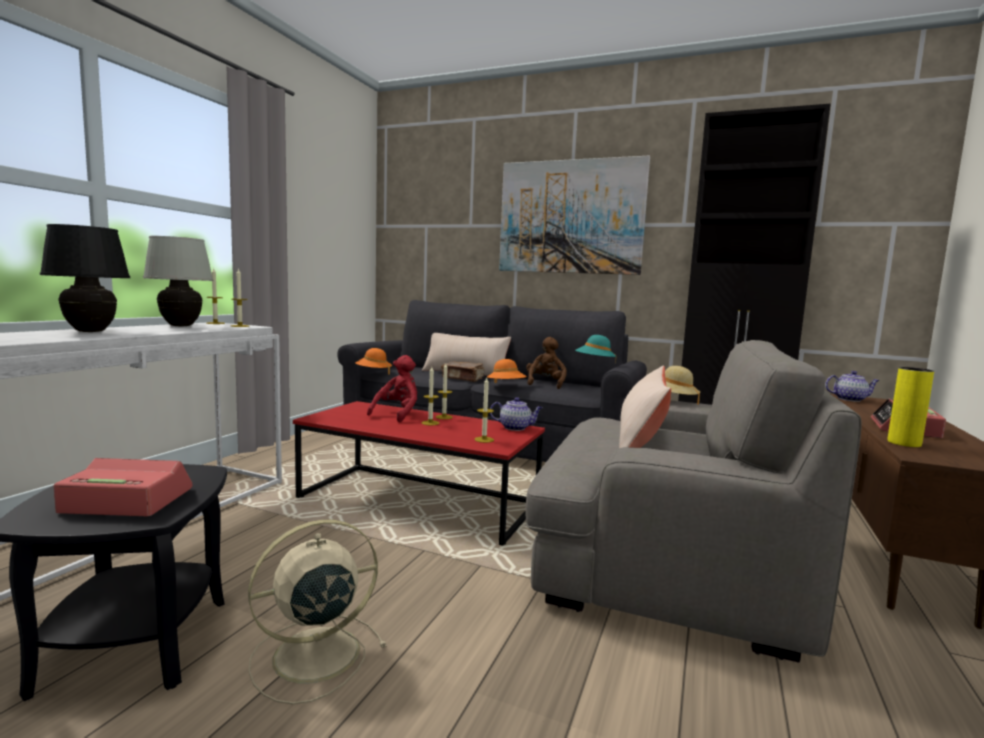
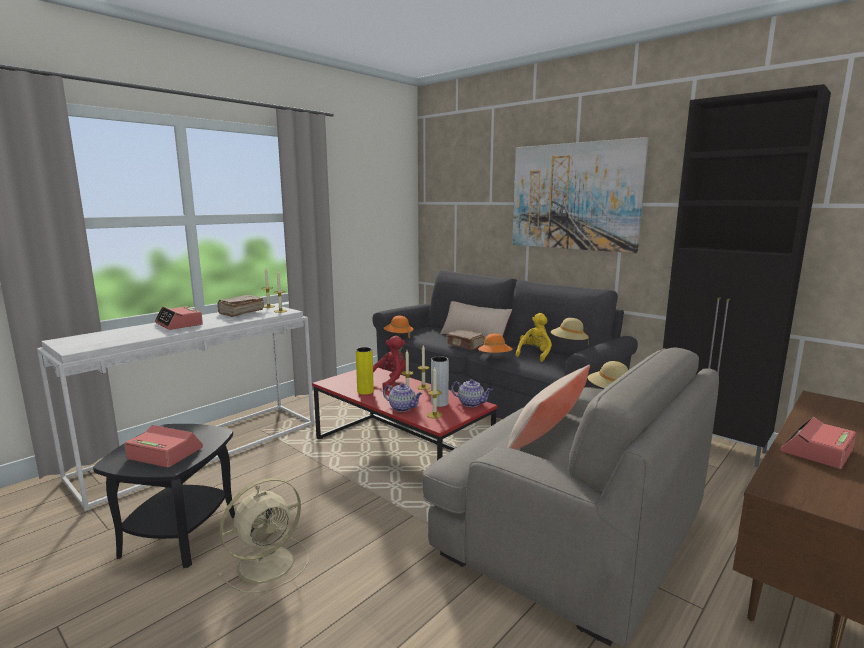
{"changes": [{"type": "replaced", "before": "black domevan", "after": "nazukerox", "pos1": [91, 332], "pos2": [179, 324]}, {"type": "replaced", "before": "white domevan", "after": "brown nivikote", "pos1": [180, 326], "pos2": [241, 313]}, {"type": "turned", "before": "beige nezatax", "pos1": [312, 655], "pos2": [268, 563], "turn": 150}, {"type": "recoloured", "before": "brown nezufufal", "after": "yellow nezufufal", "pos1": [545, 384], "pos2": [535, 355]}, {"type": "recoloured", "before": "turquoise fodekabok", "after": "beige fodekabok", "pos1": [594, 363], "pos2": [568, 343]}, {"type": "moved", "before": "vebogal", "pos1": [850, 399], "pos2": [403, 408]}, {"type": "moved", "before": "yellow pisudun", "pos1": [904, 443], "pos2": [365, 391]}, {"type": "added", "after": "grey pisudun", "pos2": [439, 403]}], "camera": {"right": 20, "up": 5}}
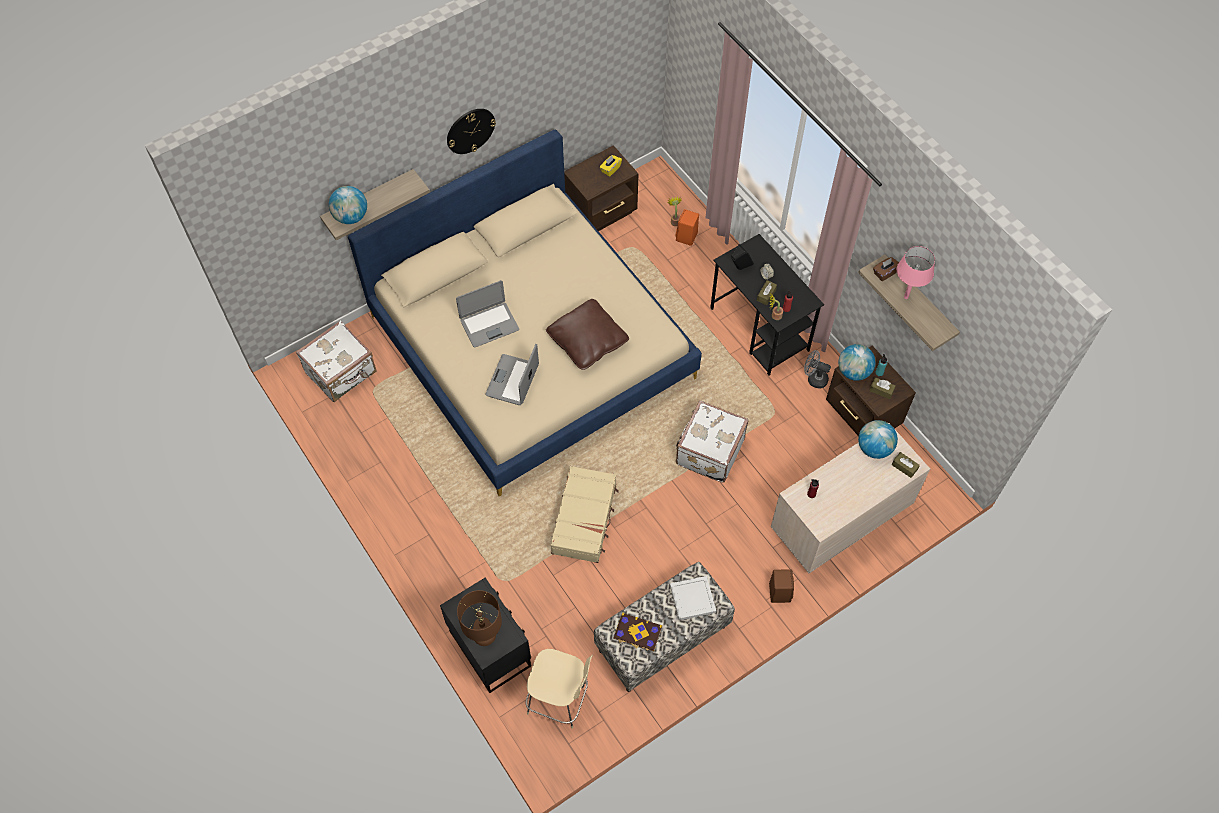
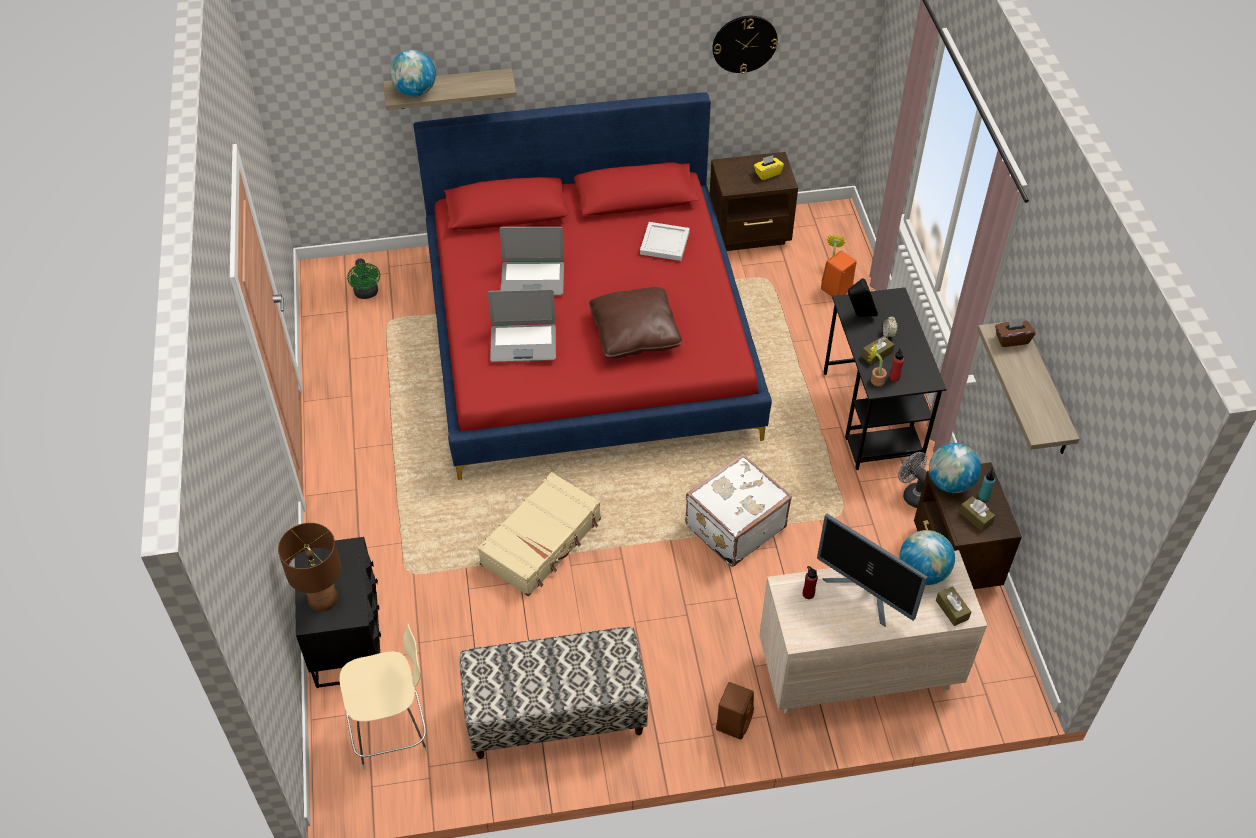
{"changes": [{"type": "replaced", "before": "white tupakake", "after": "green nezatax", "pos1": [342, 373], "pos2": [367, 294]}, {"type": "recoloured", "before": "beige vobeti", "after": "red vobeti", "pos1": [531, 347], "pos2": [589, 340]}, {"type": "moved", "before": "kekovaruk", "pos1": [470, 130], "pos2": [744, 43]}, {"type": "turned", "before": "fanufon", "pos1": [513, 380], "pos2": [523, 343], "turn": -135}, {"type": "turned", "before": "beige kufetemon", "pos1": [560, 699], "pos2": [392, 731], "turn": -60}, {"type": "removed", "before": "nivikote", "pos1": [637, 633]}, {"type": "moved", "before": "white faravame", "pos1": [693, 598], "pos2": [665, 243]}, {"type": "removed", "before": "pink domevan", "pos1": [905, 297]}, {"type": "added", "after": "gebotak", "pos2": [865, 594]}], "camera": {"right": 25, "up": -10}}
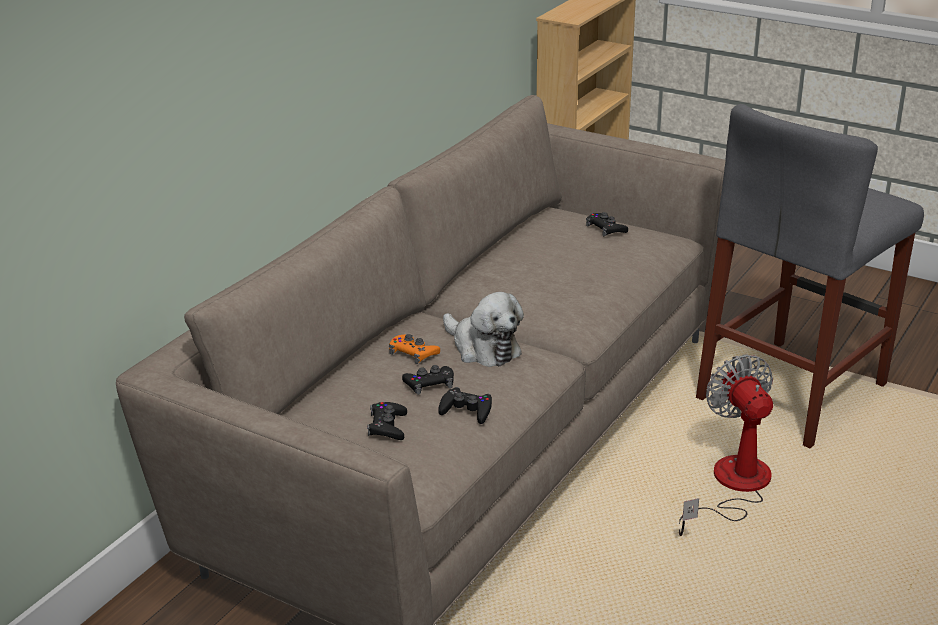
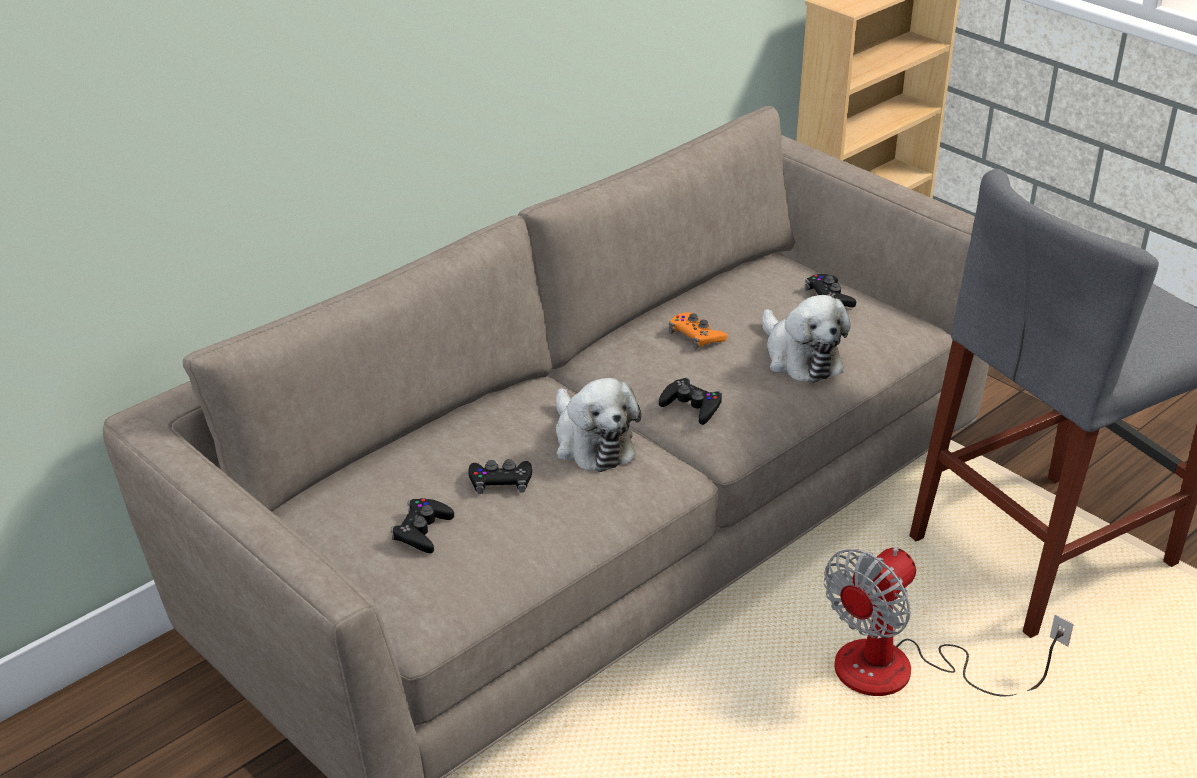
{"changes": [{"type": "moved", "before": "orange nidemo", "pos1": [413, 353], "pos2": [696, 336]}, {"type": "moved", "before": "black nidemo", "pos1": [466, 410], "pos2": [691, 406]}, {"type": "turned", "before": "nezatax", "pos1": [732, 487], "pos2": [902, 672], "turn": -135}, {"type": "added", "after": "nezufufal", "pos2": [800, 357]}], "camera": {"right": 15, "up": 5}}
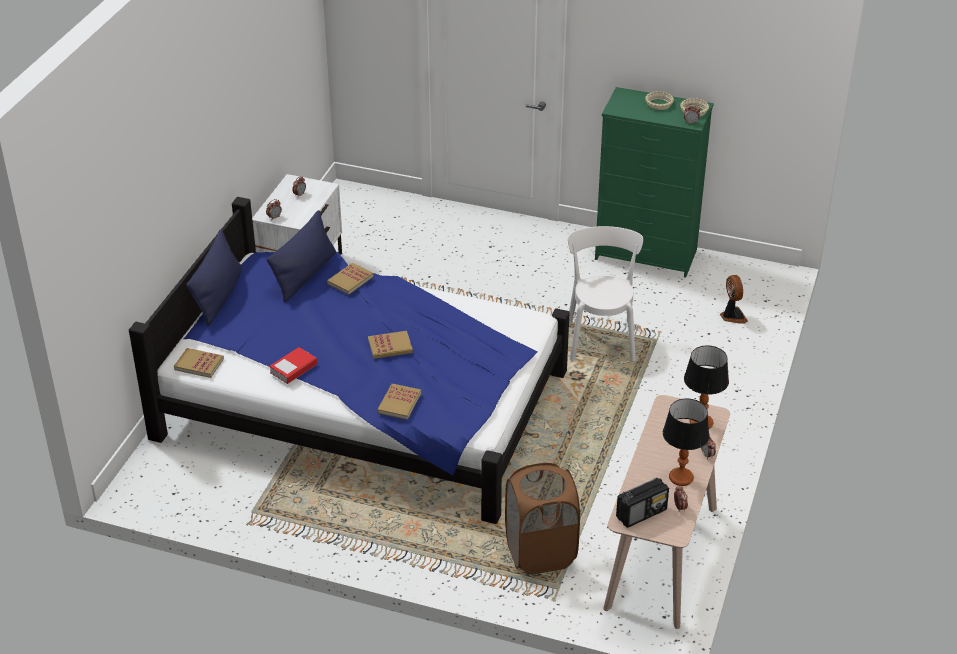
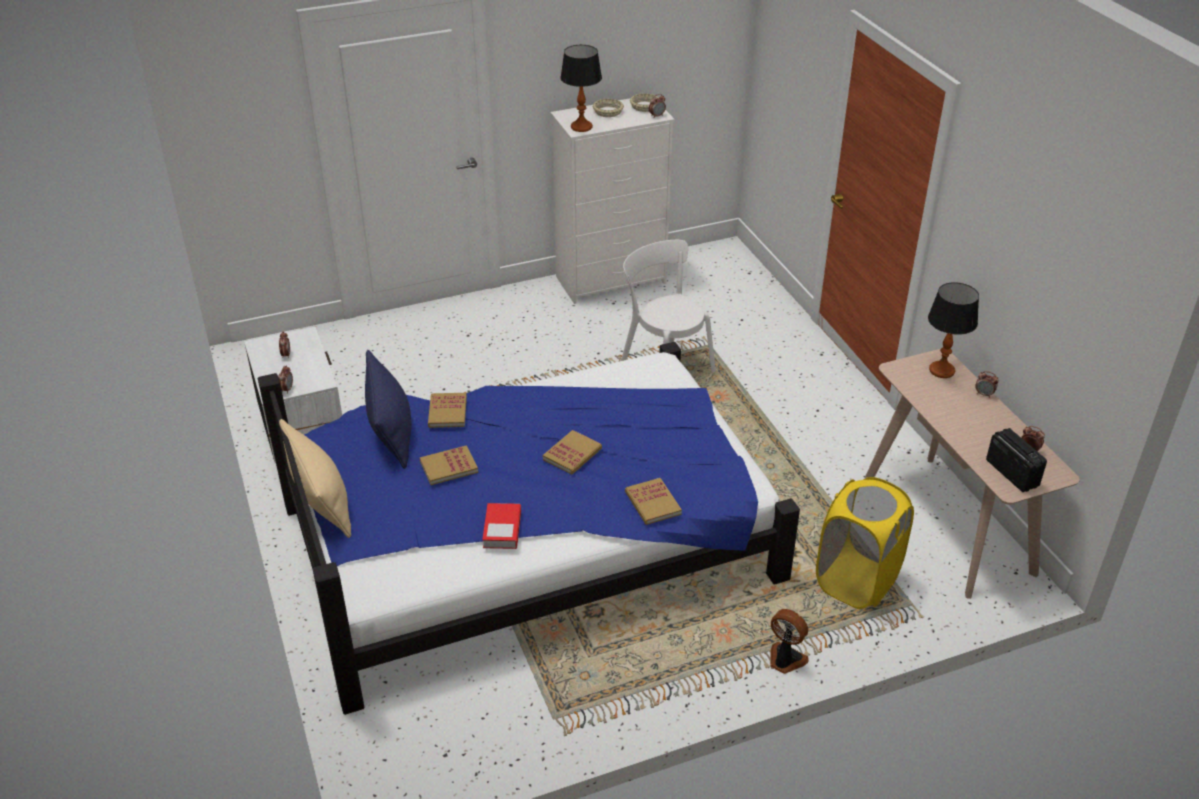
{"changes": [{"type": "moved", "before": "nivikote", "pos1": [199, 364], "pos2": [449, 467]}, {"type": "recoloured", "before": "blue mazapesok", "after": "beige mazapesok", "pos1": [218, 296], "pos2": [321, 500]}, {"type": "recoloured", "before": "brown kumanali", "after": "yellow kumanali", "pos1": [540, 552], "pos2": [856, 581]}, {"type": "recoloured", "before": "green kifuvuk", "after": "white kifuvuk", "pos1": [646, 255], "pos2": [612, 280]}, {"type": "turned", "before": "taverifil", "pos1": [642, 513], "pos2": [1011, 473], "turn": -45}, {"type": "moved", "before": "domevan", "pos1": [681, 478], "pos2": [581, 127]}, {"type": "moved", "before": "nezatax", "pos1": [732, 316], "pos2": [785, 660]}], "camera": {"right": -40, "up": 0}}
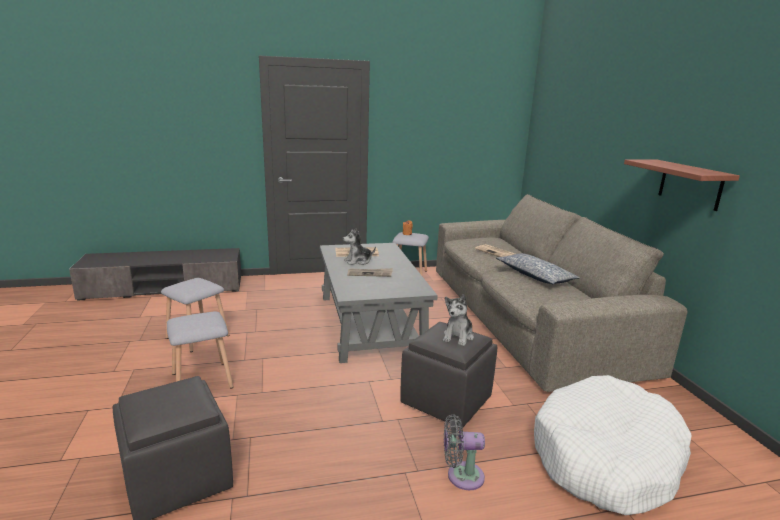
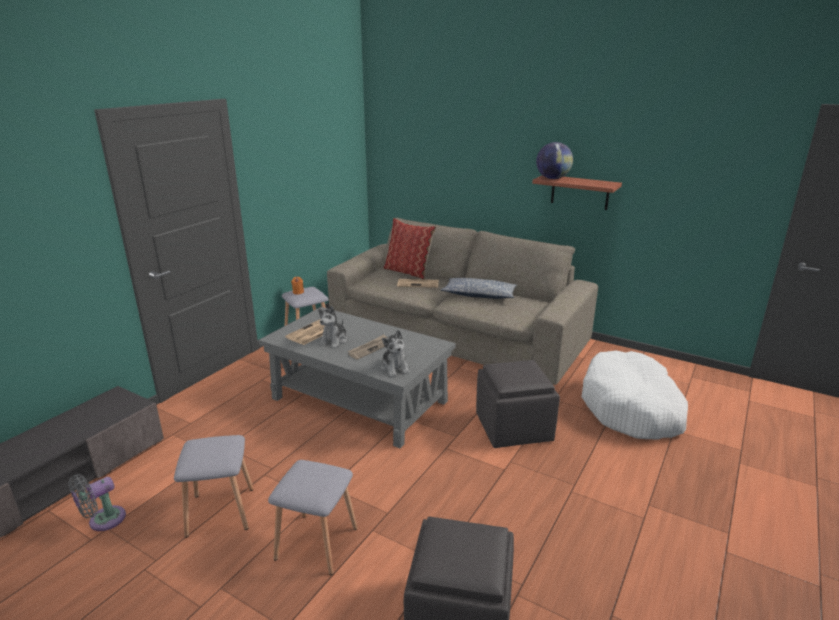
{"changes": [{"type": "moved", "before": "nezufufal", "pos1": [458, 336], "pos2": [395, 368]}, {"type": "moved", "before": "grey nezatax", "pos1": [461, 476], "pos2": [103, 521]}, {"type": "added", "after": "mazapesok", "pos2": [409, 272]}, {"type": "added", "after": "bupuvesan", "pos2": [552, 178]}], "camera": {"right": -45, "up": 5}}
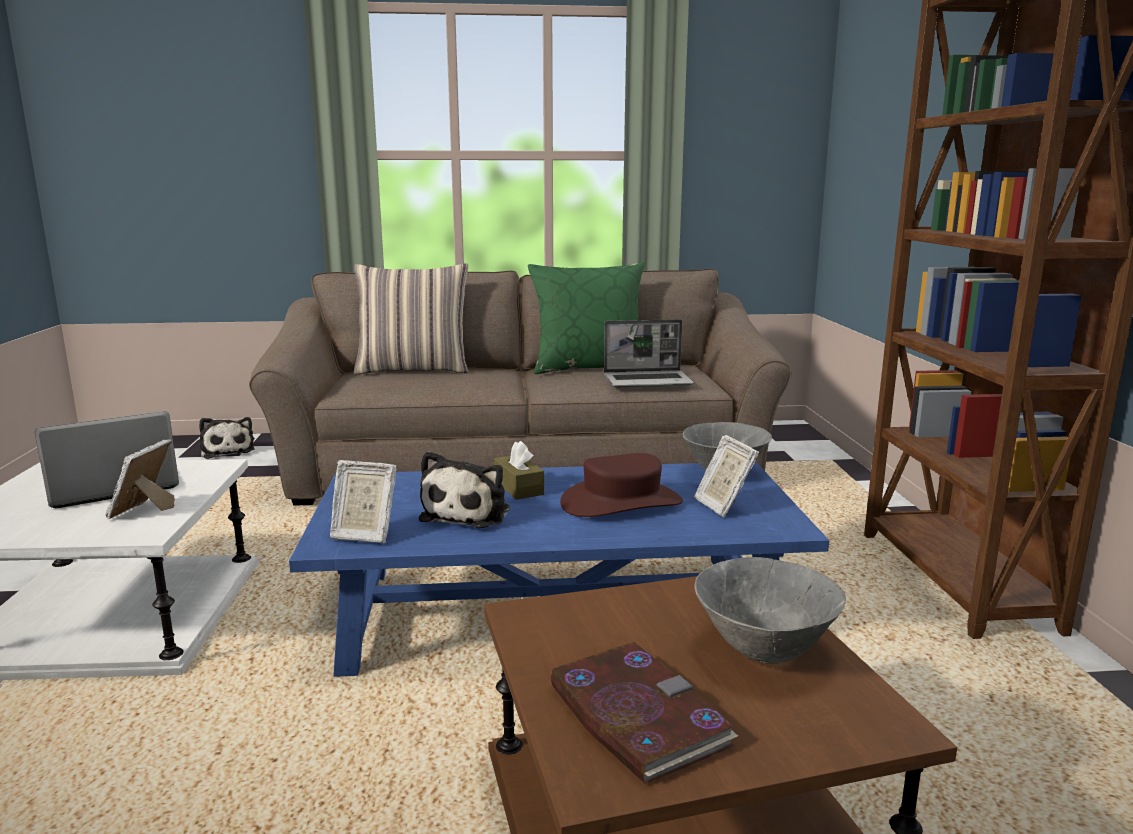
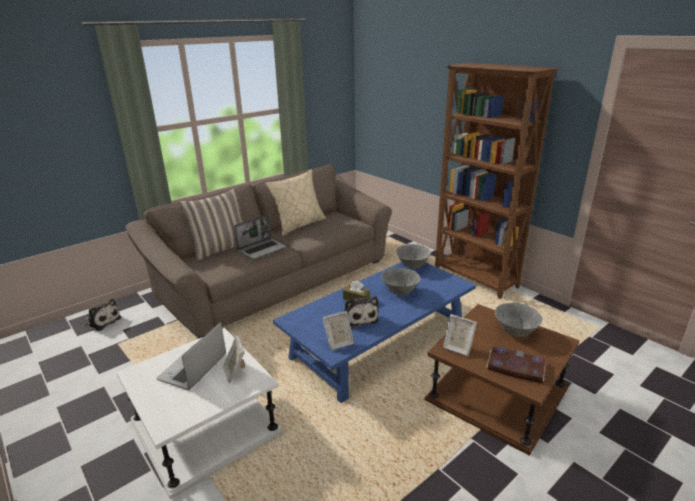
{"changes": [{"type": "recoloured", "before": "green mazapesok", "after": "beige mazapesok", "pos1": [589, 367], "pos2": [298, 224]}, {"type": "replaced", "before": "brown fodekabok", "after": "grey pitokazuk", "pos1": [621, 502], "pos2": [399, 292]}, {"type": "moved", "before": "fanufon", "pos1": [648, 381], "pos2": [262, 249]}, {"type": "moved", "before": "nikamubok", "pos1": [722, 506], "pos2": [457, 348]}], "camera": {"right": -35, "up": 10}}
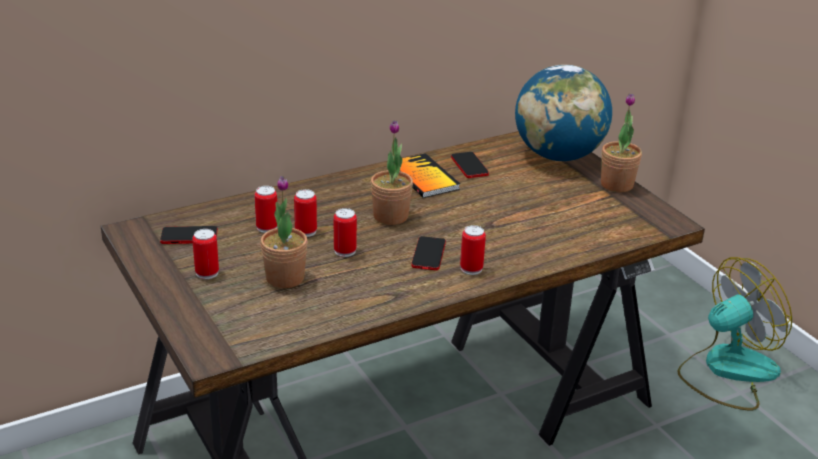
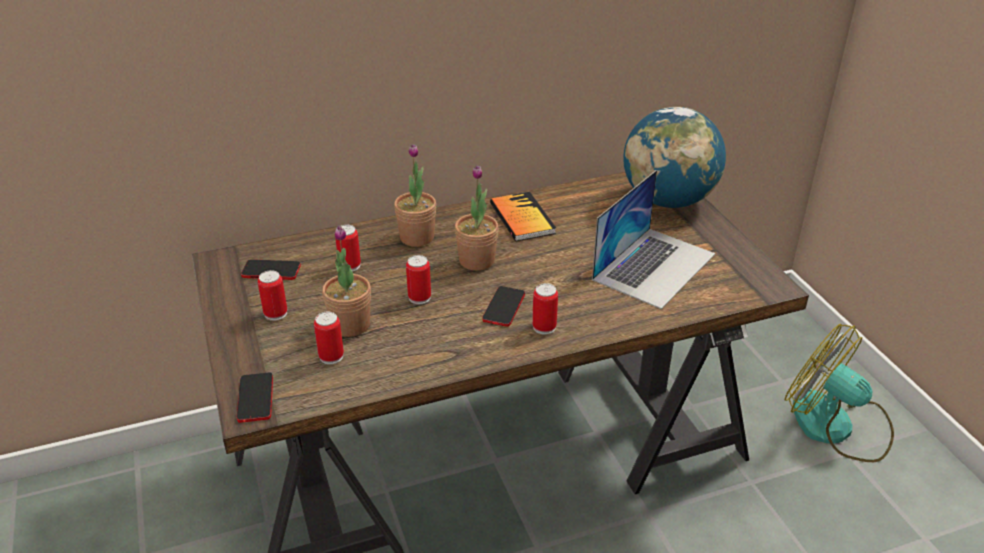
{"changes": [{"type": "moved", "before": "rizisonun", "pos1": [305, 231], "pos2": [331, 356]}, {"type": "moved", "before": "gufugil", "pos1": [469, 166], "pos2": [255, 398]}, {"type": "moved", "before": "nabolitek", "pos1": [616, 185], "pos2": [417, 237]}, {"type": "turned", "before": "nezatax", "pos1": [727, 371], "pos2": [836, 427], "turn": -120}, {"type": "added", "after": "fanufon", "pos2": [654, 266]}], "camera": {"right": 10, "up": 5}}
